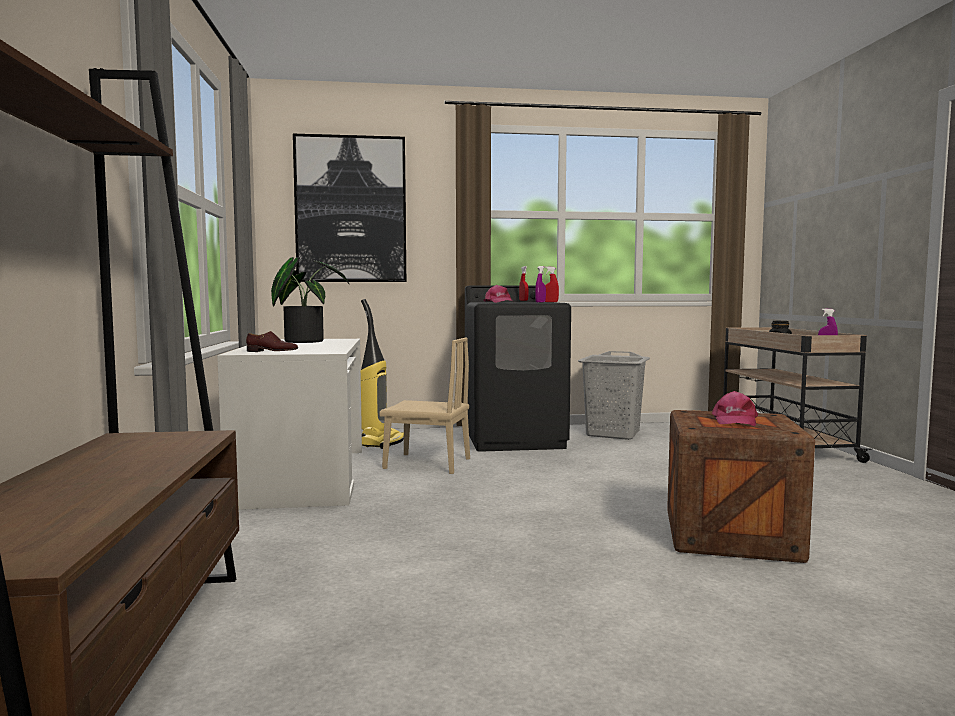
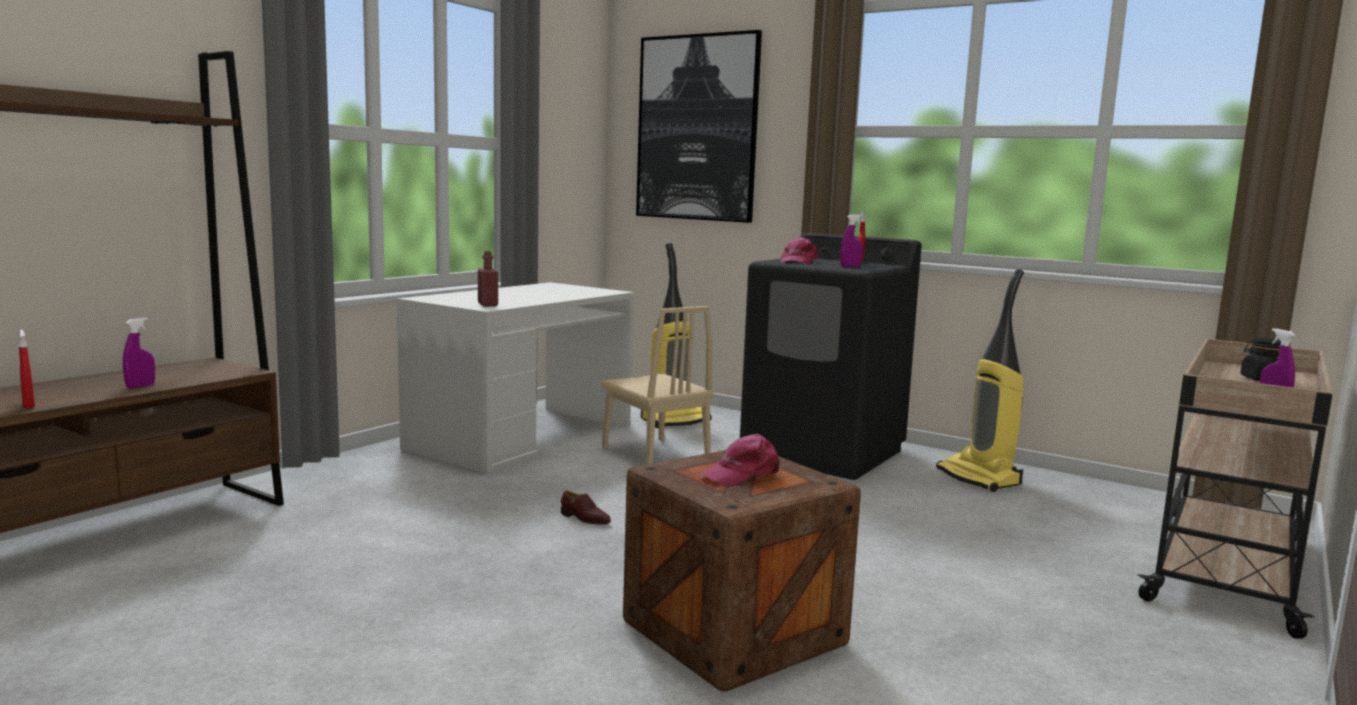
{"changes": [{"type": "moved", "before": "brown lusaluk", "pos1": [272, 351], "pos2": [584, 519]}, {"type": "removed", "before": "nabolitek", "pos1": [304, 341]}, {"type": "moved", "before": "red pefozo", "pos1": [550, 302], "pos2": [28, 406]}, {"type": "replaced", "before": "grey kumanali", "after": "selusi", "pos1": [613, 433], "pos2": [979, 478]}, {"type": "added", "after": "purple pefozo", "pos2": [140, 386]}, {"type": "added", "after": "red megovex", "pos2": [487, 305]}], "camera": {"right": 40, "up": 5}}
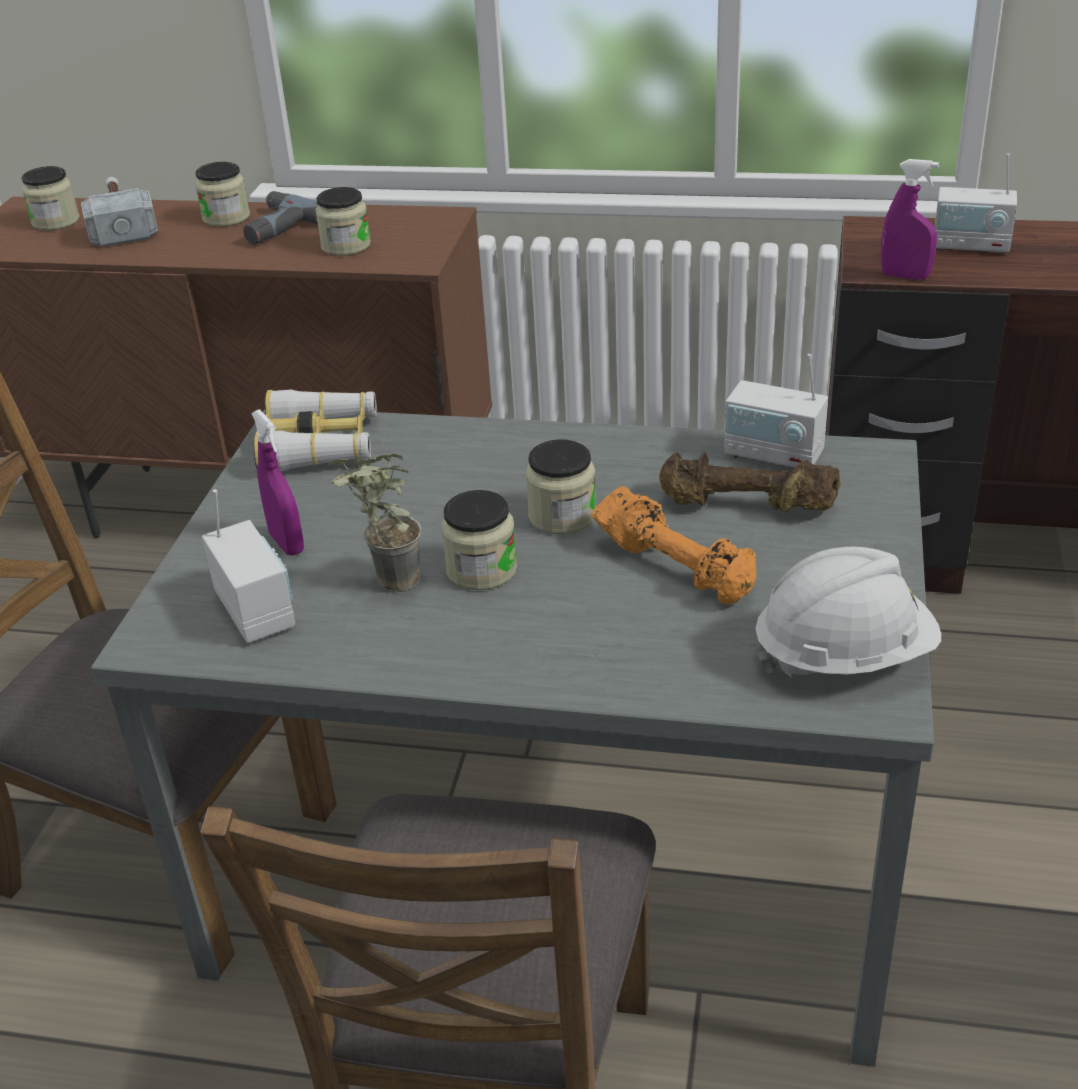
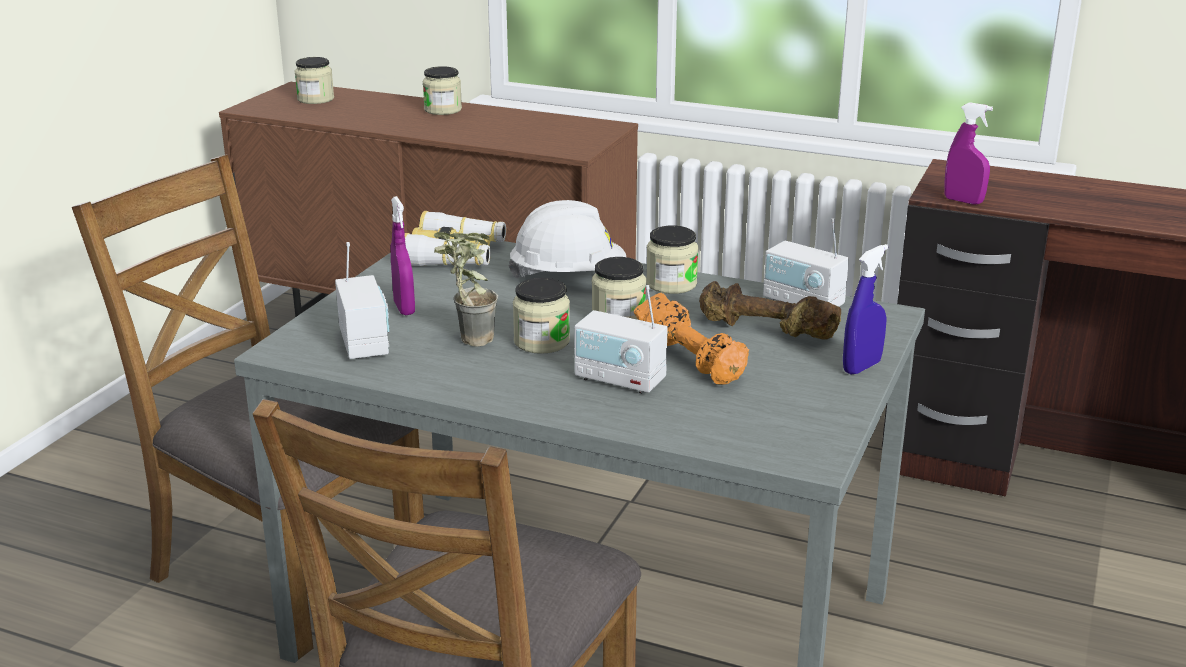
{"changes": [{"type": "removed", "before": "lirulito", "pos1": [121, 222]}, {"type": "removed", "before": "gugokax", "pos1": [274, 227]}, {"type": "moved", "before": "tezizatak", "pos1": [346, 246], "pos2": [671, 284]}, {"type": "moved", "before": "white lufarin", "pos1": [844, 655], "pos2": [569, 277]}, {"type": "moved", "before": "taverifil", "pos1": [970, 246], "pos2": [620, 380]}, {"type": "added", "after": "blue pefozo", "pos2": [861, 367]}], "camera": {"right": 10, "up": -10}}
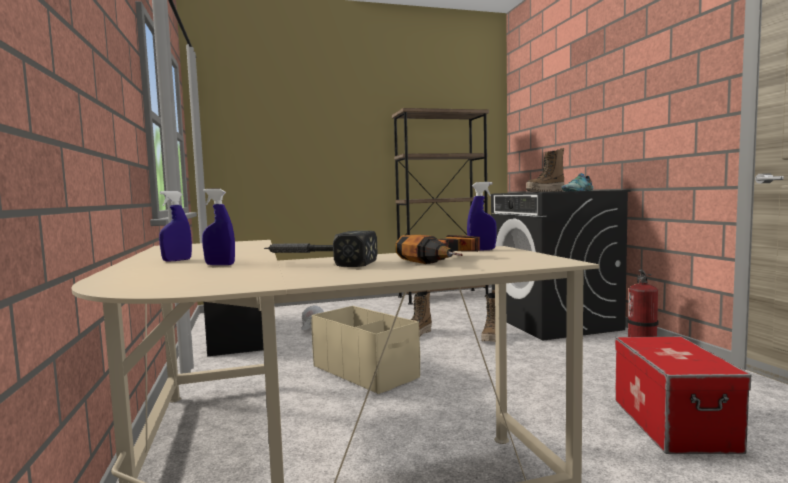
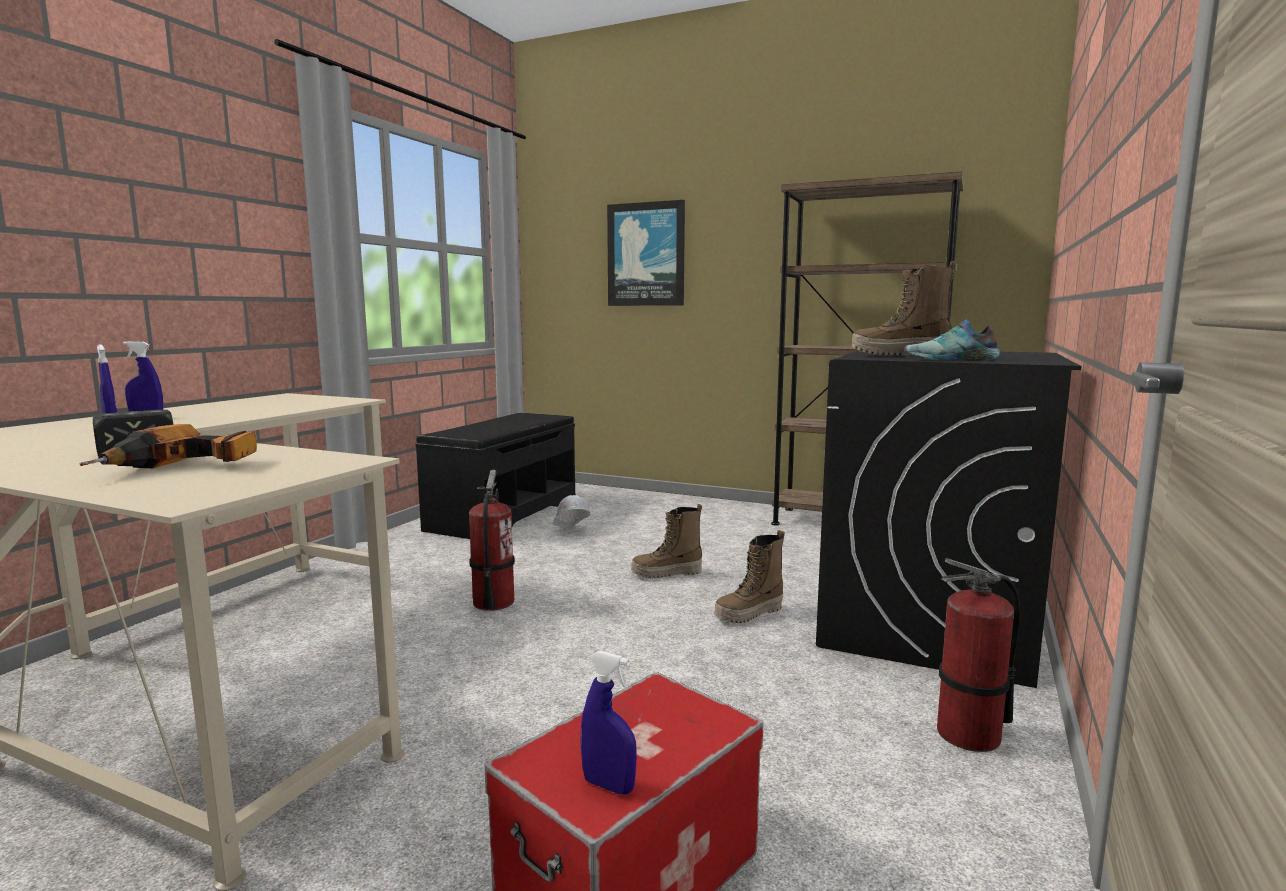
{"changes": [{"type": "replaced", "before": "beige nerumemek", "after": "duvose", "pos1": [365, 371], "pos2": [493, 603]}, {"type": "moved", "before": "blue pefozo", "pos1": [482, 250], "pos2": [608, 785]}, {"type": "added", "after": "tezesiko", "pos2": [646, 254]}], "camera": {"right": 40, "up": 5}}
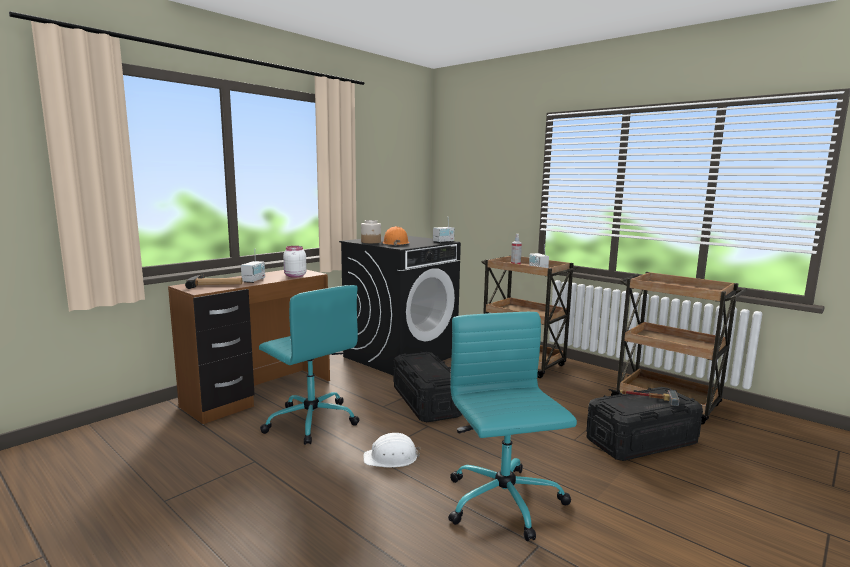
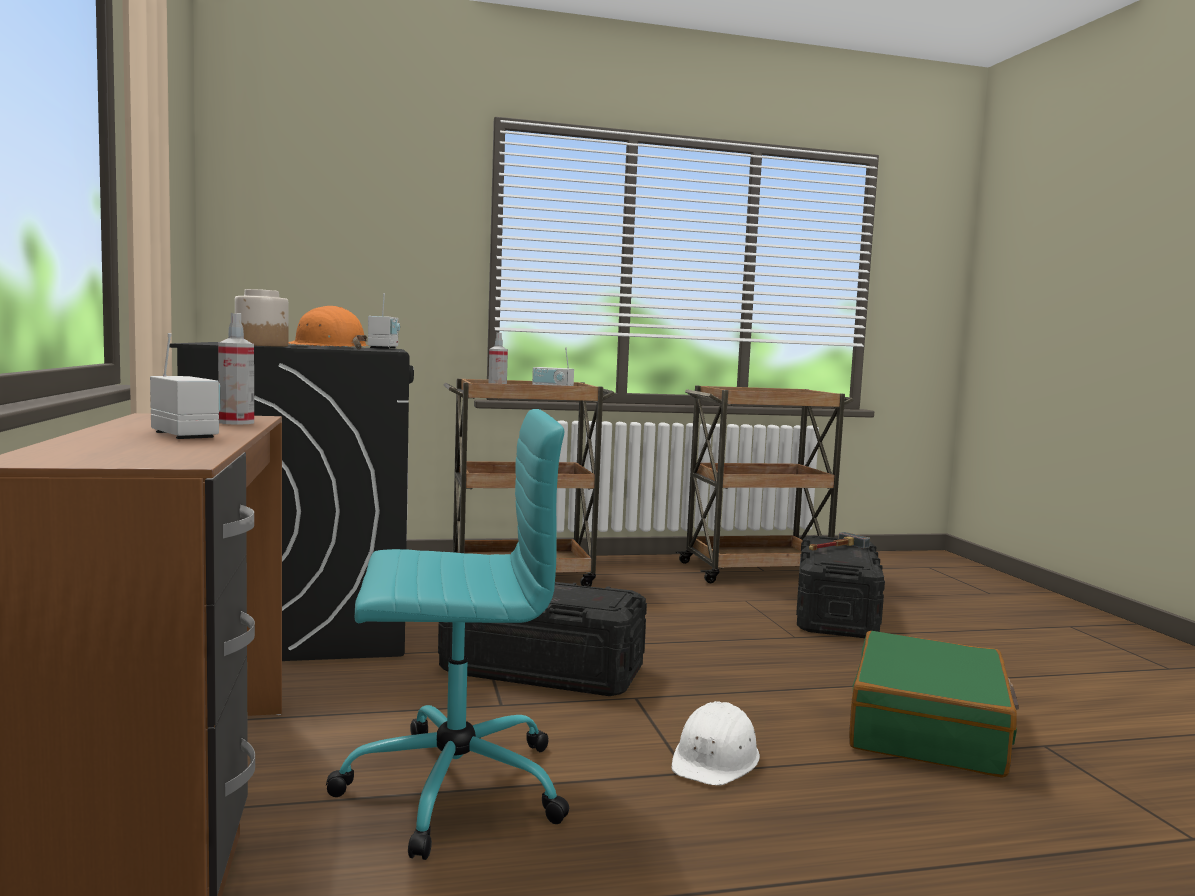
{"changes": [{"type": "removed", "before": "lirulito", "pos1": [216, 285]}, {"type": "replaced", "before": "white tezizatak", "after": "pefozo", "pos1": [294, 276], "pos2": [236, 422]}, {"type": "replaced", "before": "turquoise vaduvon", "after": "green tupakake", "pos1": [504, 503], "pos2": [928, 728]}], "camera": {"right": -55, "up": -5}}
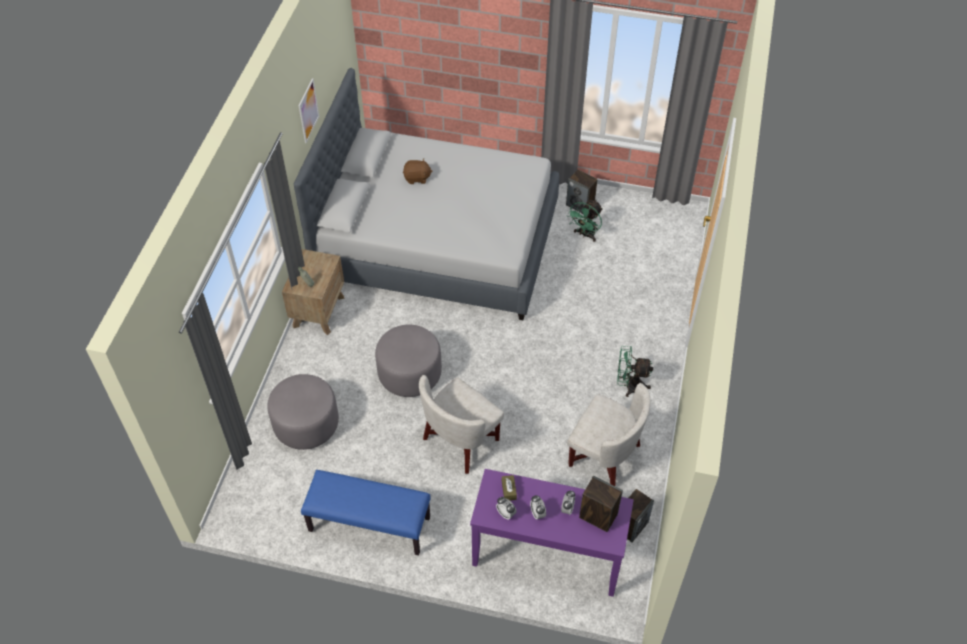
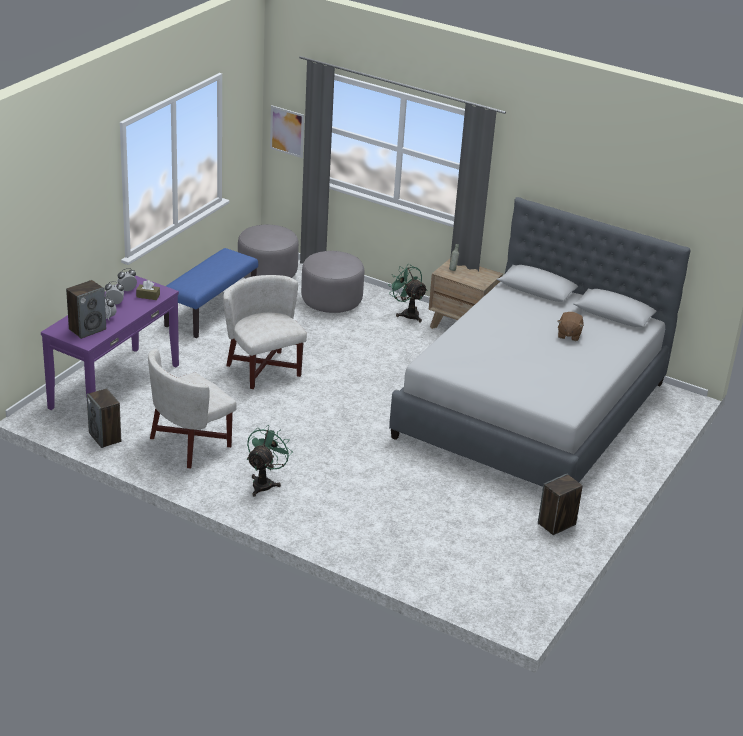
{"changes": [{"type": "moved", "before": "tezesiko", "pos1": [308, 110], "pos2": [287, 131]}, {"type": "moved", "before": "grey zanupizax", "pos1": [409, 374], "pos2": [267, 273]}, {"type": "moved", "before": "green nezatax", "pos1": [585, 235], "pos2": [407, 313]}], "camera": {"right": 105, "up": -20}}
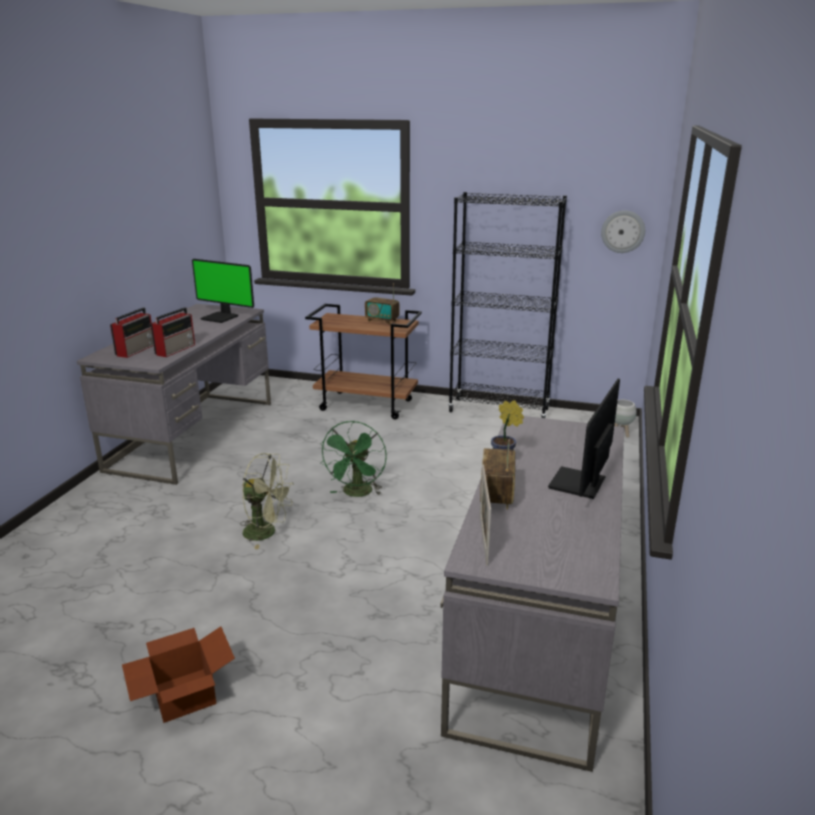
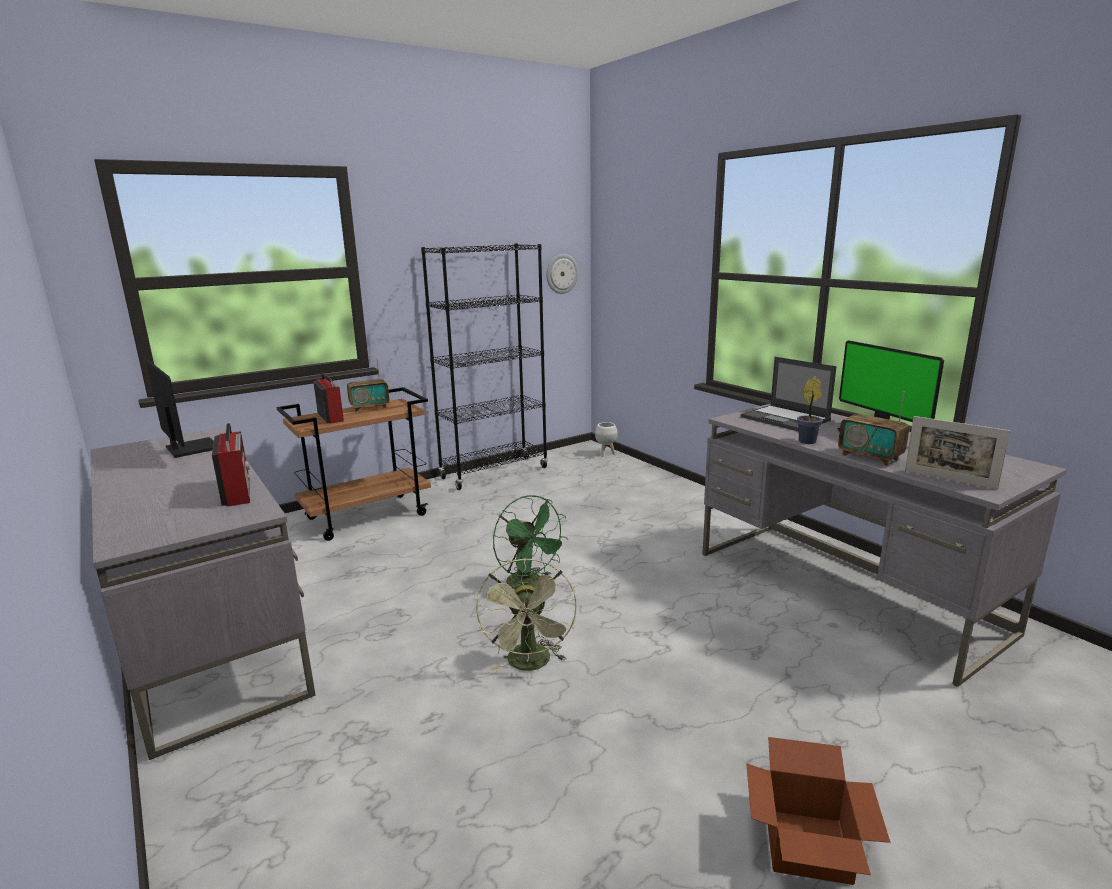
{"changes": [{"type": "moved", "before": "taverifil", "pos1": [136, 350], "pos2": [330, 417]}, {"type": "turned", "before": "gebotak", "pos1": [221, 317], "pos2": [189, 449], "turn": -105}, {"type": "turned", "before": "green nezatax", "pos1": [267, 532], "pos2": [531, 664], "turn": 120}, {"type": "added", "after": "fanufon", "pos2": [786, 419]}], "camera": {"right": -50, "up": -5}}
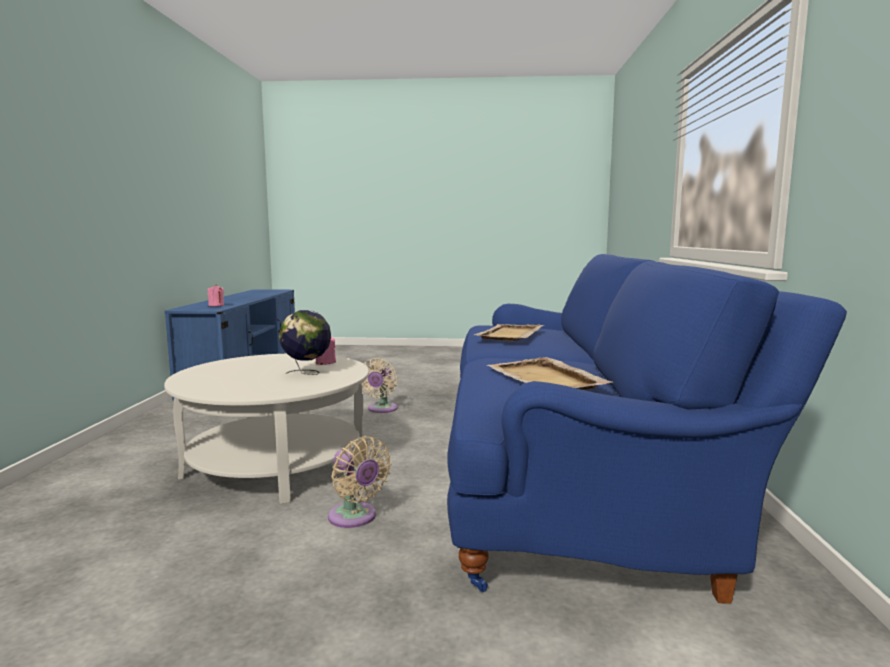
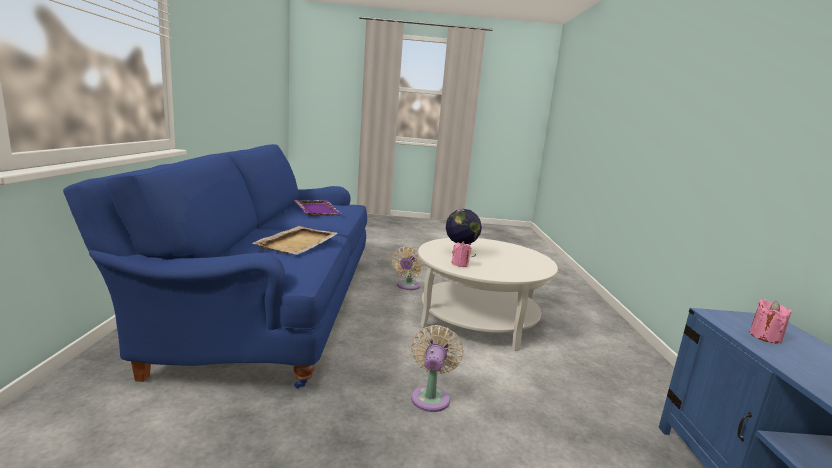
{"changes": [{"type": "turned", "before": "beige nezatax", "pos1": [355, 518], "pos2": [407, 286], "turn": -120}, {"type": "recoloured", "before": "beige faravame", "after": "purple faravame", "pos1": [546, 379], "pos2": [317, 209]}], "camera": {"right": 175, "up": 5}}
